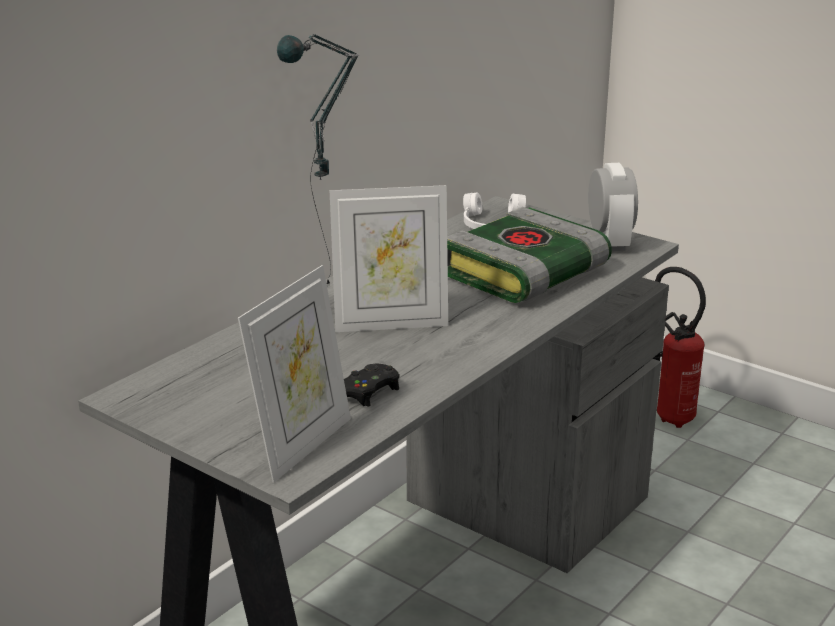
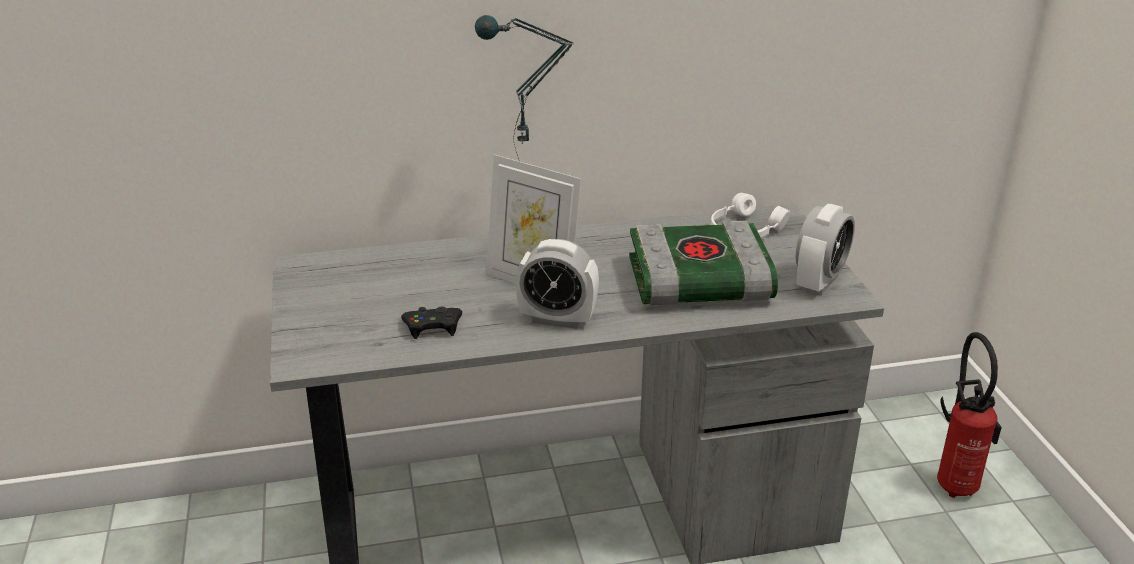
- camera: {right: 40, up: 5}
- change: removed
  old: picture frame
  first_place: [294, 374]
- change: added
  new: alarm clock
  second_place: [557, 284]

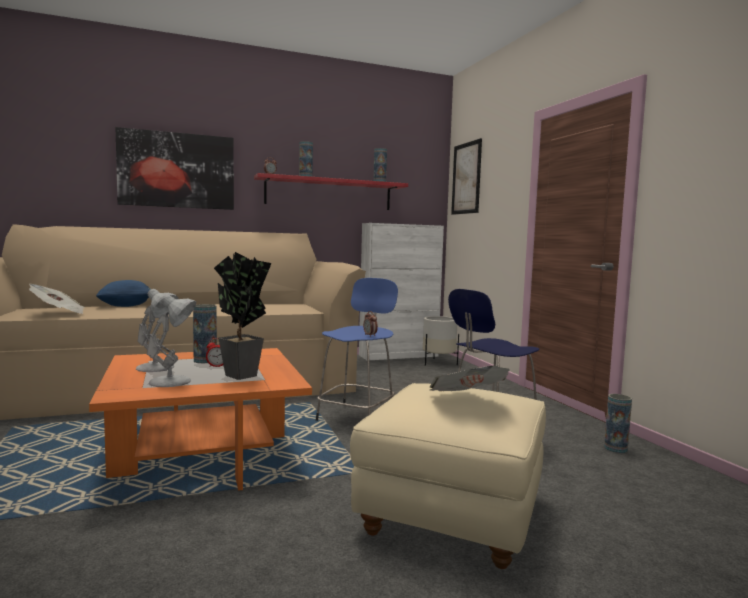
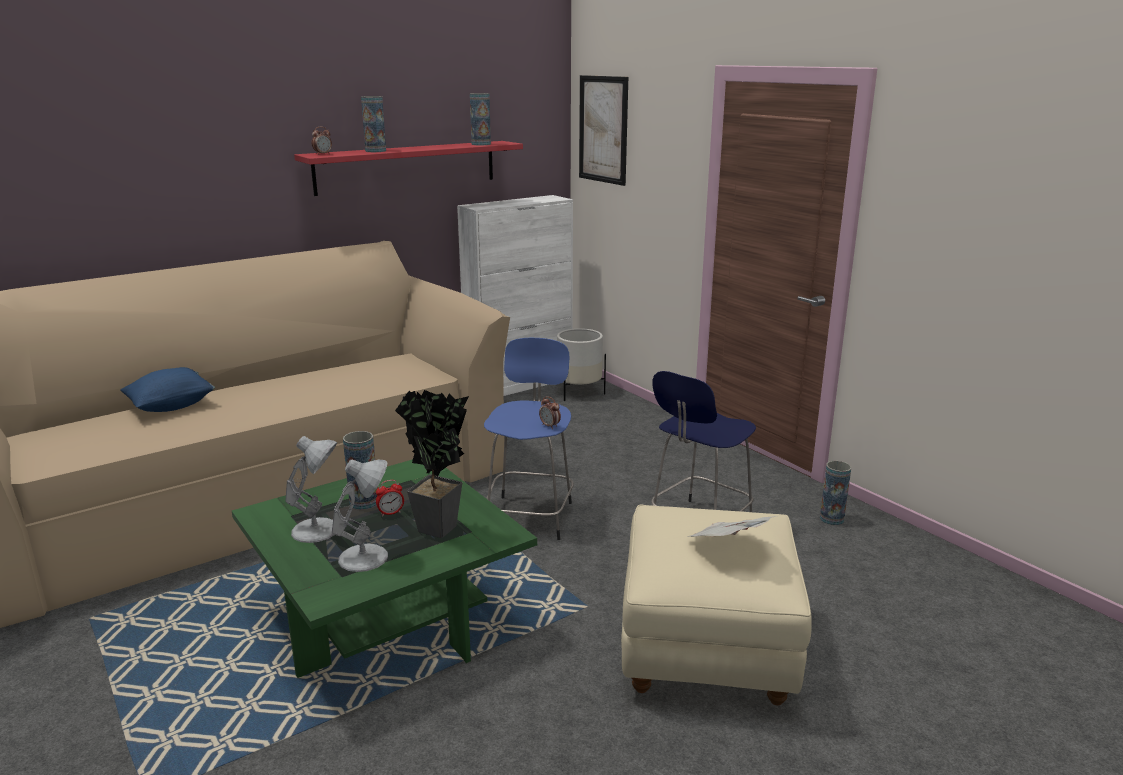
- camera: {right: -15, up: 15}
- change: removed
  old: newspaper
  first_place: [57, 299]
- change: recoloured
  old: orange coffee table
  new: green coffee table
  first_place: [200, 419]
  second_place: [384, 568]
- change: removed
  old: picture
  first_place: [175, 168]

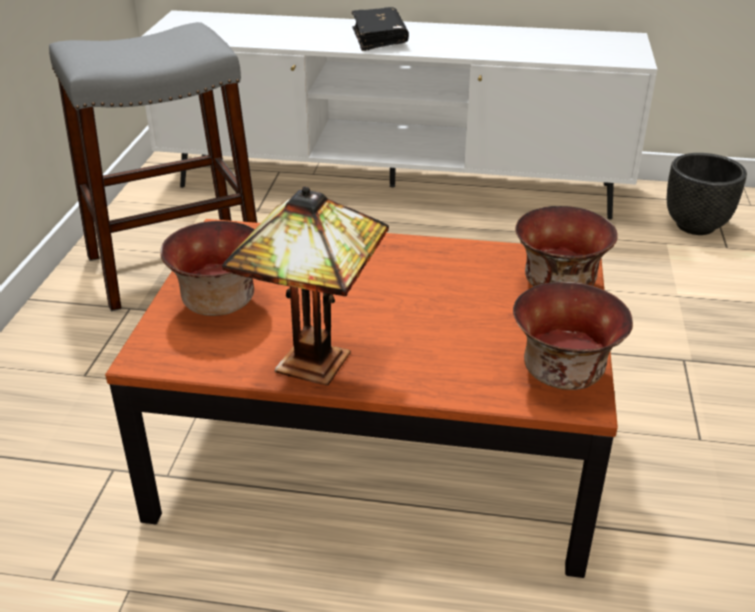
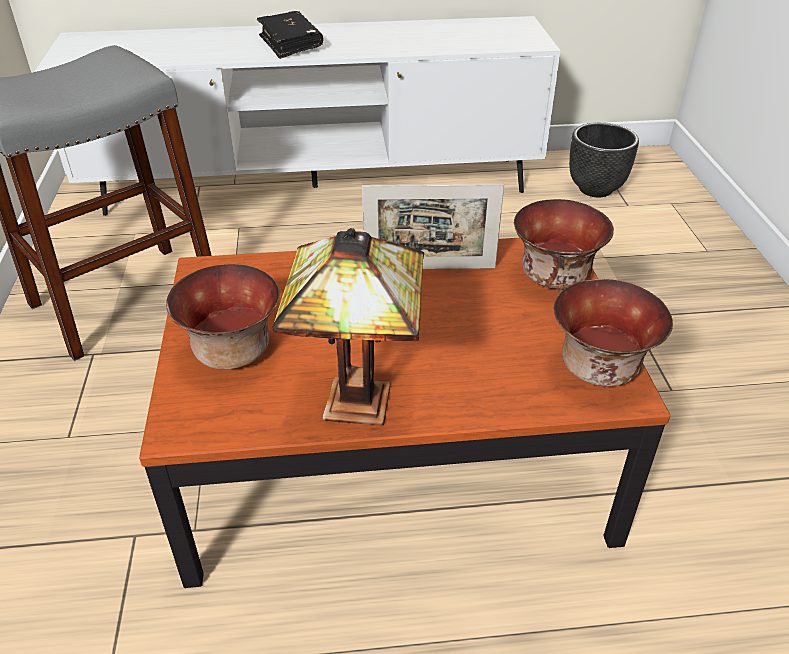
- camera: {right: -15, up: 5}
- change: added
  new: picture frame
  second_place: [433, 226]

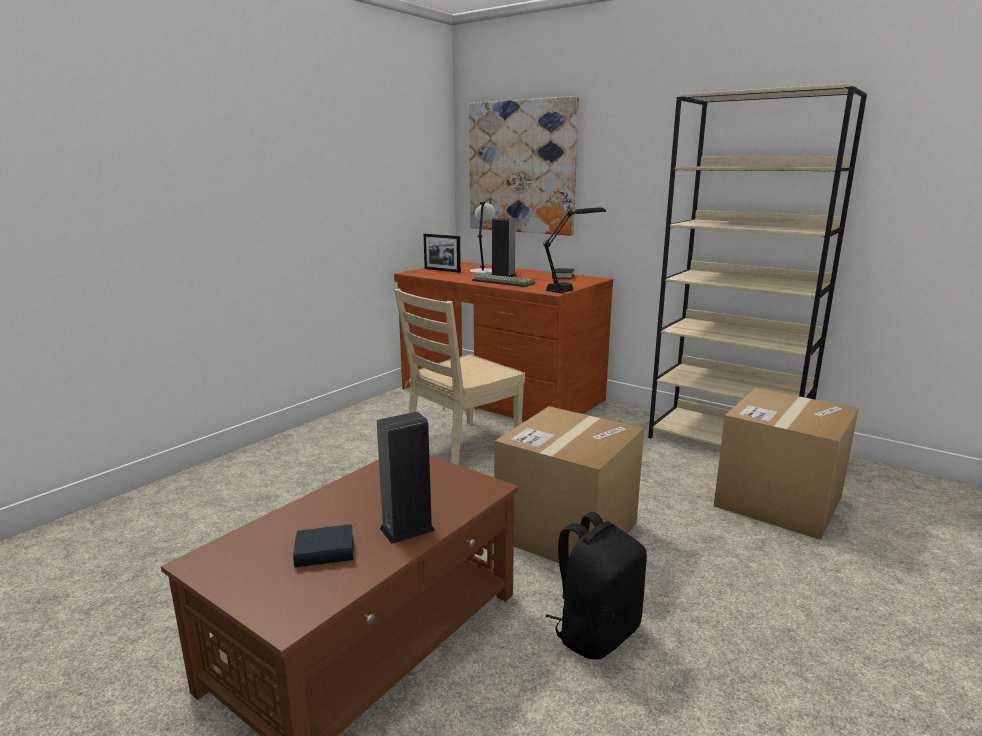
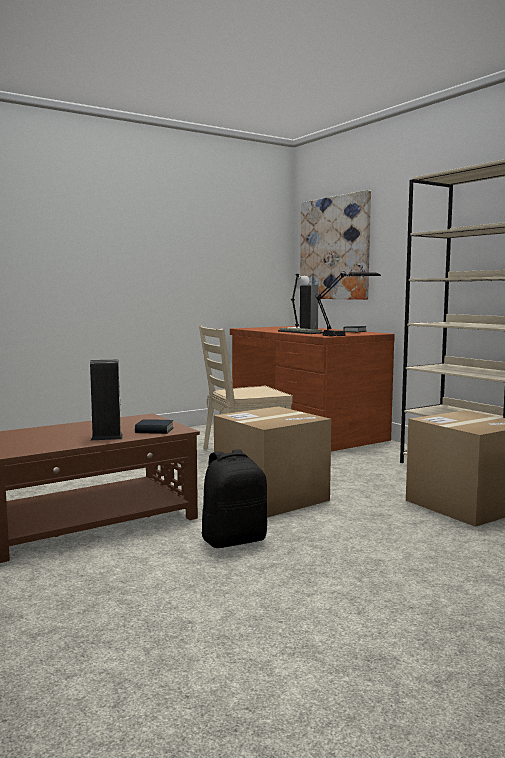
- camera: {right: 20, up: -10}
- change: moved
  old: book
  first_place: [323, 546]
  second_place: [154, 426]
- change: removed
  old: picture frame
  first_place: [442, 253]

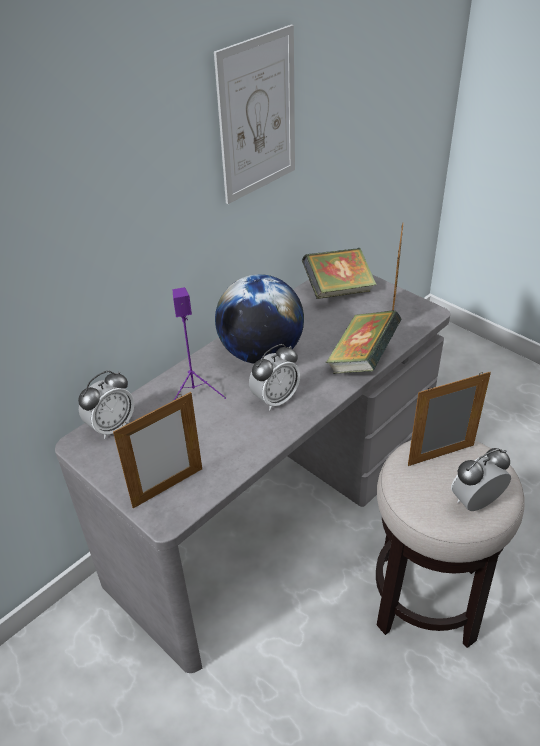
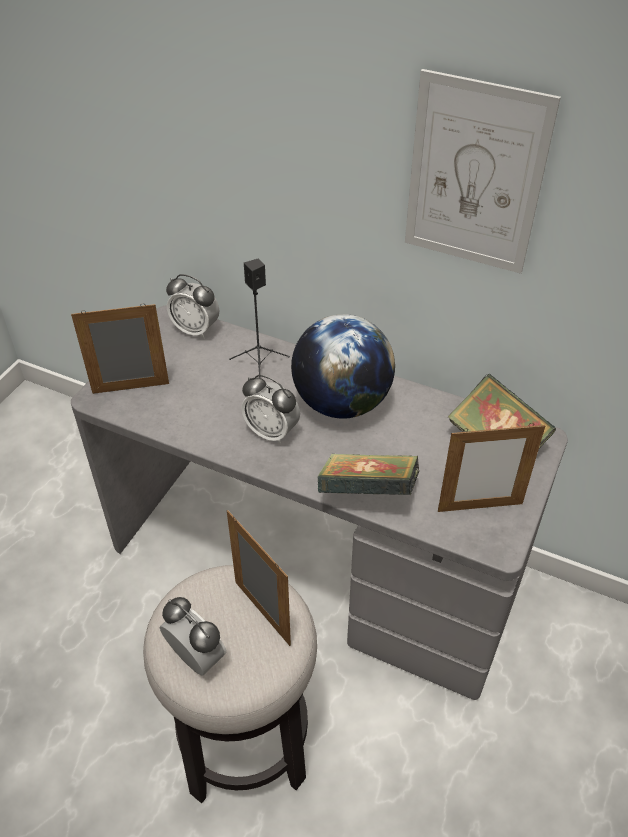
- camera: {right: 70, up: 5}
- change: turned
  old: picture frame
  first_place: [157, 450]
  second_place: [120, 348]
  degrees: 135
- change: recoloured
  old: purple speaker
  new: black speaker
  first_place: [199, 344]
  second_place: [259, 318]

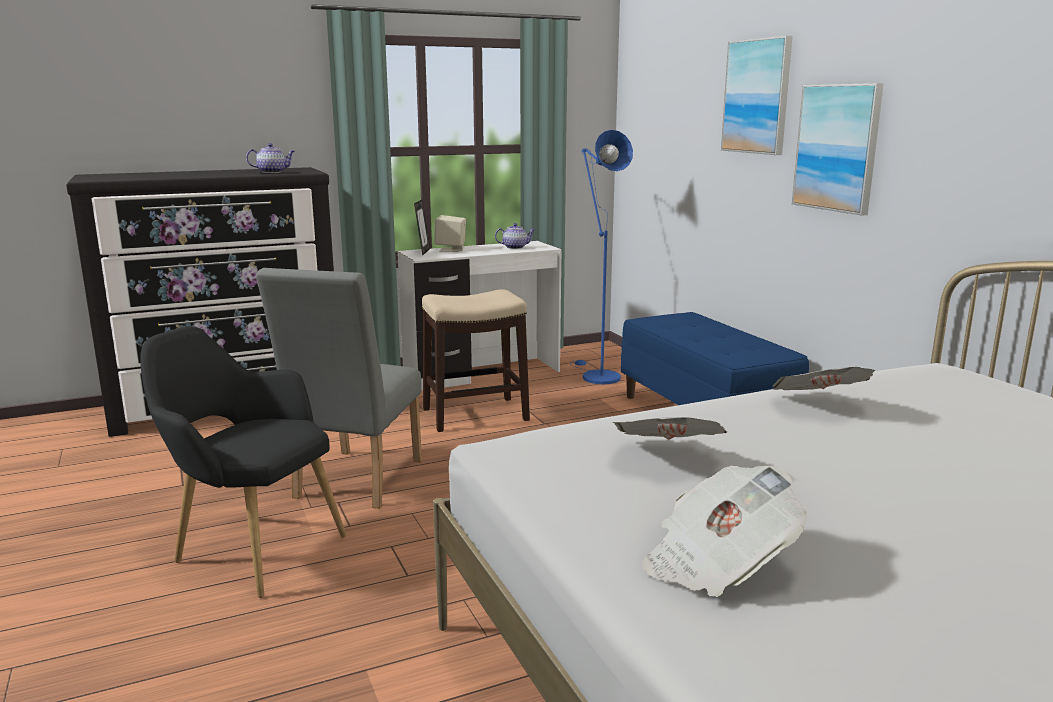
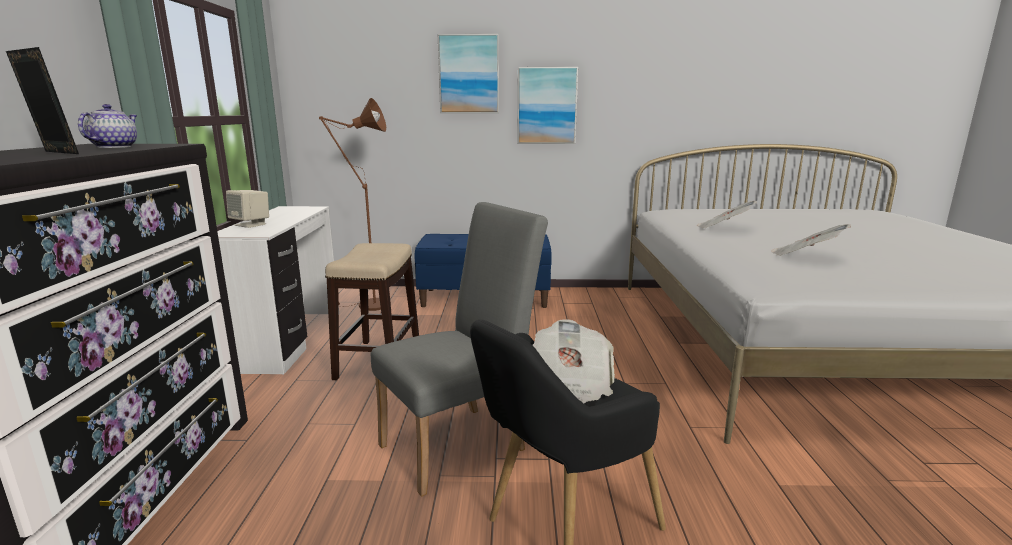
- camera: {right: -65, up: 0}
- change: turned
  old: grey chair
  first_place: [339, 388]
  second_place: [459, 349]
  degrees: -75
- change: moved
  old: picture frame
  first_place: [422, 228]
  second_place: [42, 100]
- change: removed
  old: teapot
  first_place: [515, 236]
- change: recoloured
  old: blue floor lamp
  new: brown floor lamp
  first_place: [602, 257]
  second_place: [355, 204]
- change: moved
  old: newspaper
  first_place: [724, 531]
  second_place: [574, 361]

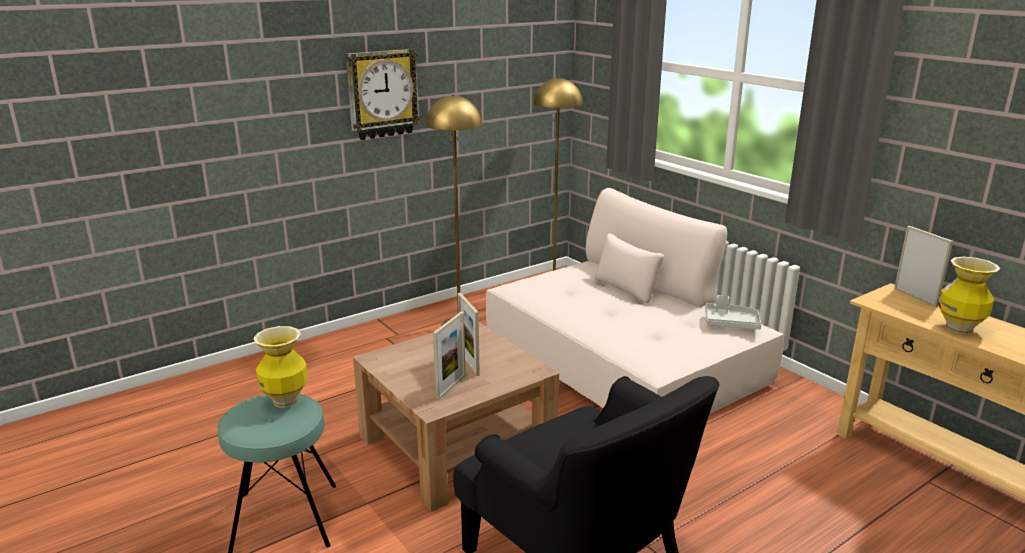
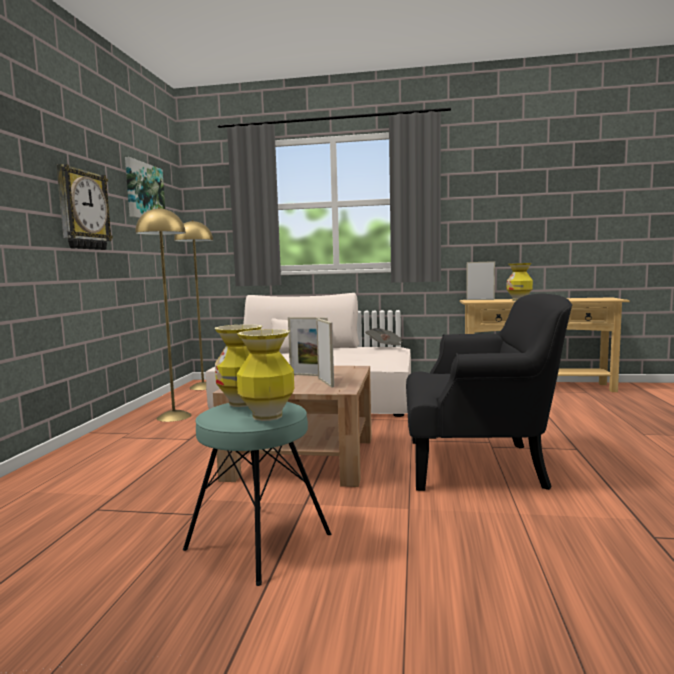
- camera: {right: -45, up: -15}
- change: replaced
  old: grey tray
  new: newspaper
  first_place: [733, 312]
  second_place: [383, 336]
- change: added
  new: picture
  second_place: [145, 187]
- change: added
  new: vase
  second_place: [265, 375]

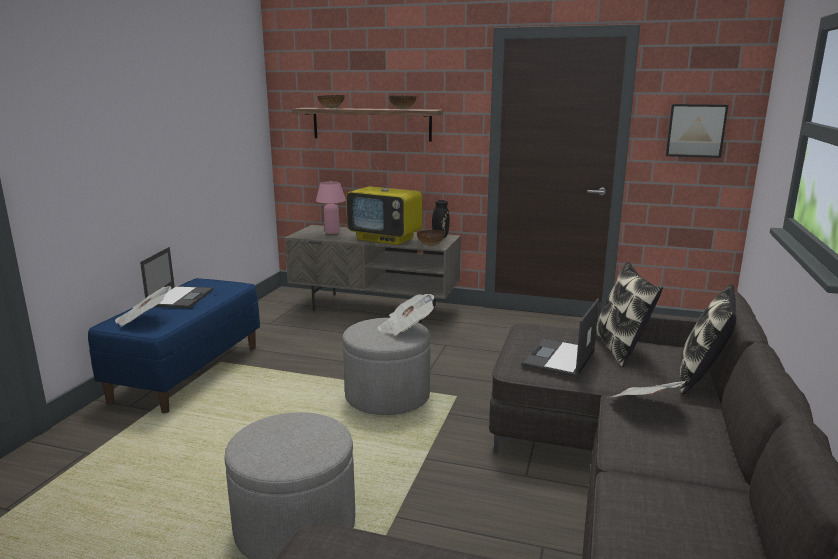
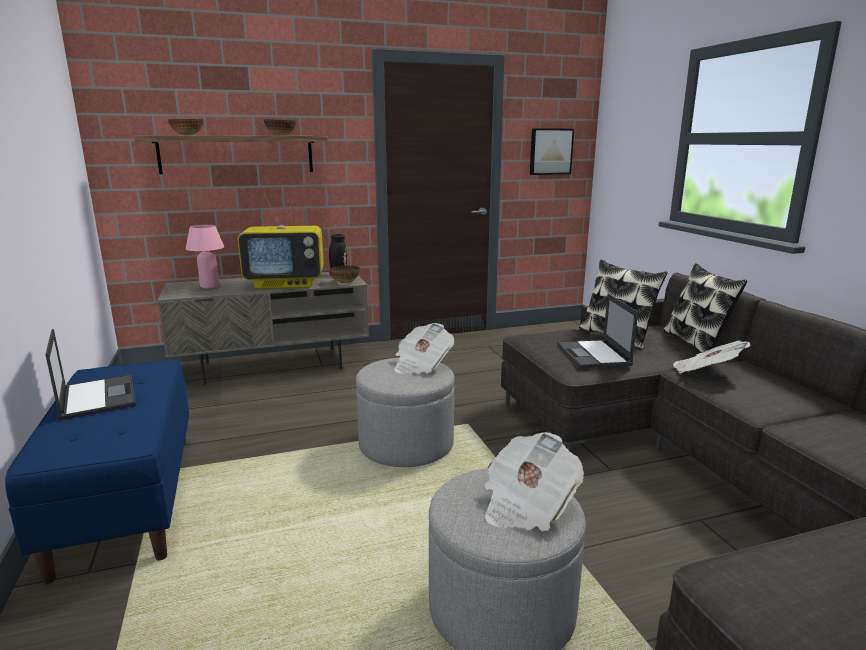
- camera: {right: -35, up: 0}
- change: moved
  old: newspaper
  first_place: [143, 306]
  second_place: [534, 481]

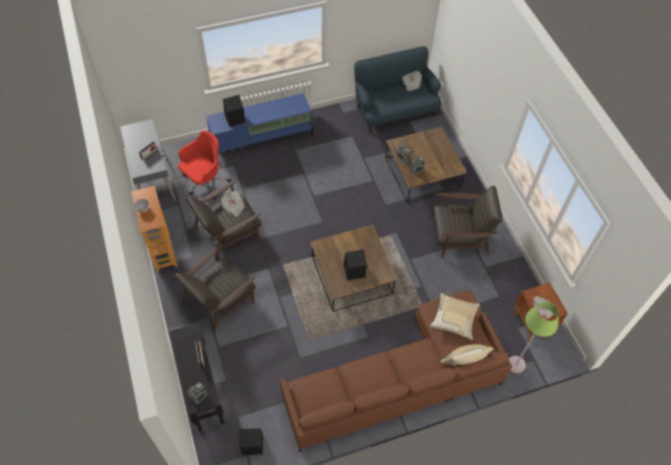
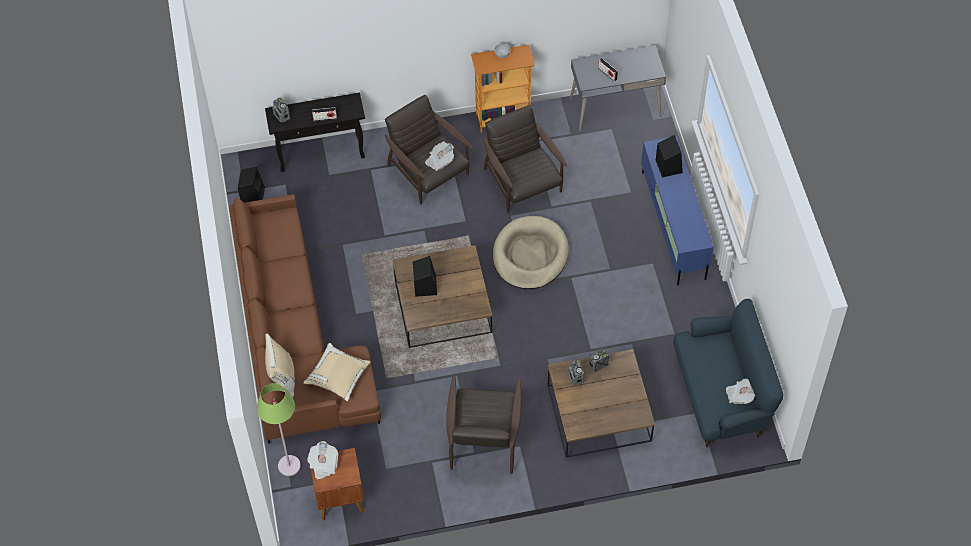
- camera: {right: 100, up: 0}
- change: removed
  old: red office chair
  first_place: [204, 165]
- change: moved
  old: newspaper
  first_place: [233, 203]
  second_place: [439, 156]
- change: added
  new: beige dog bed
  second_place: [531, 252]

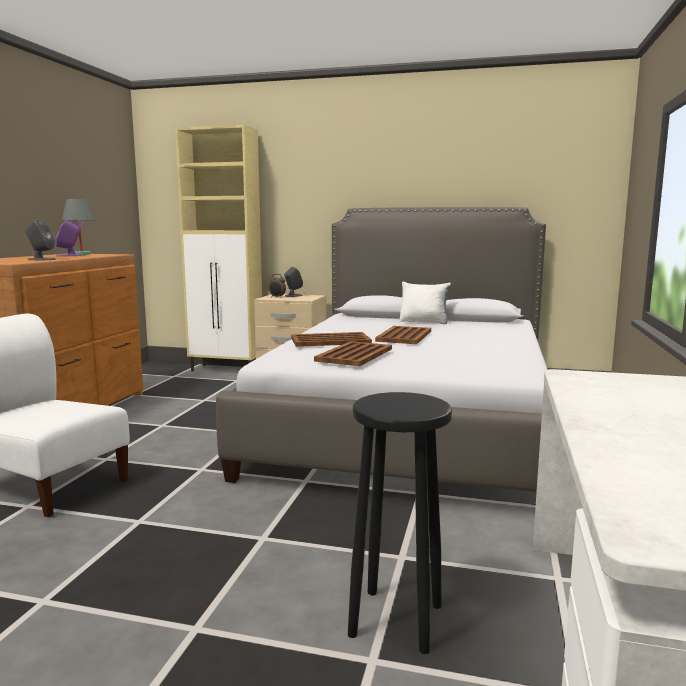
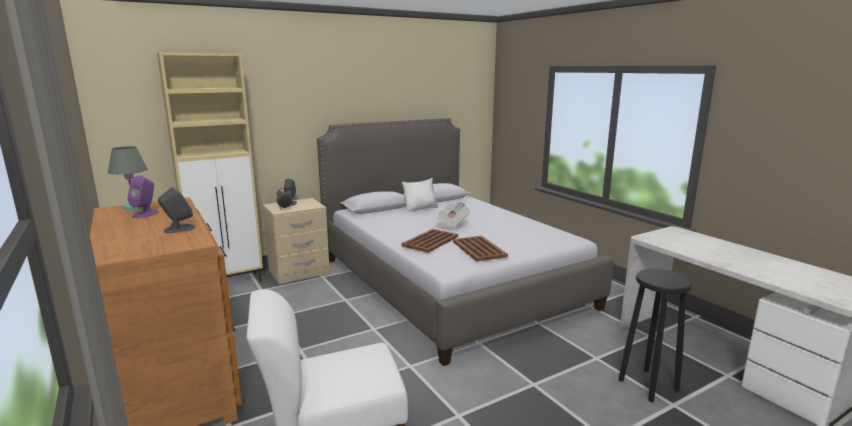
- camera: {right: -45, up: 5}
- change: replaced
  old: brown tray
  new: newspaper
  first_place: [403, 335]
  second_place: [452, 215]

